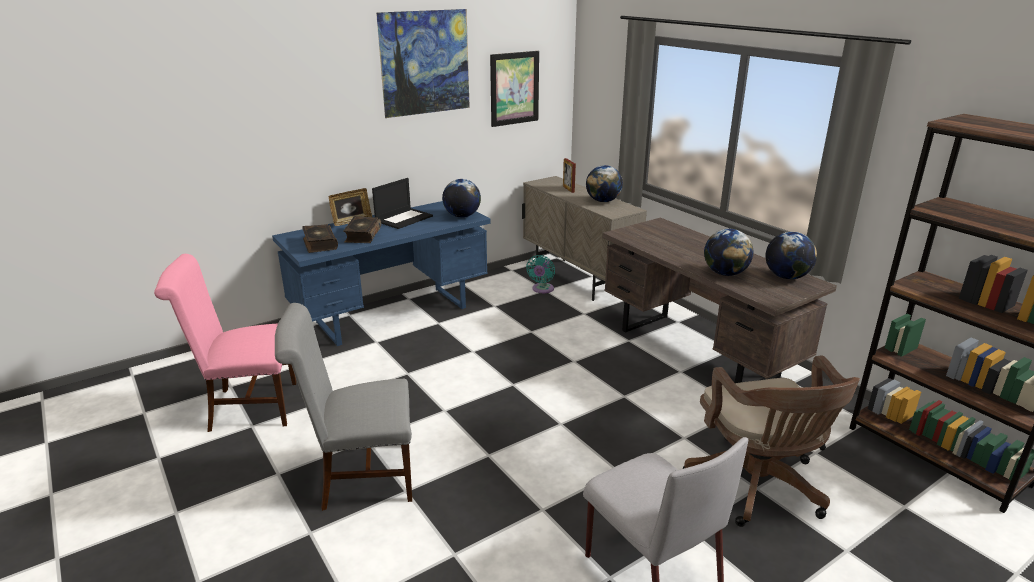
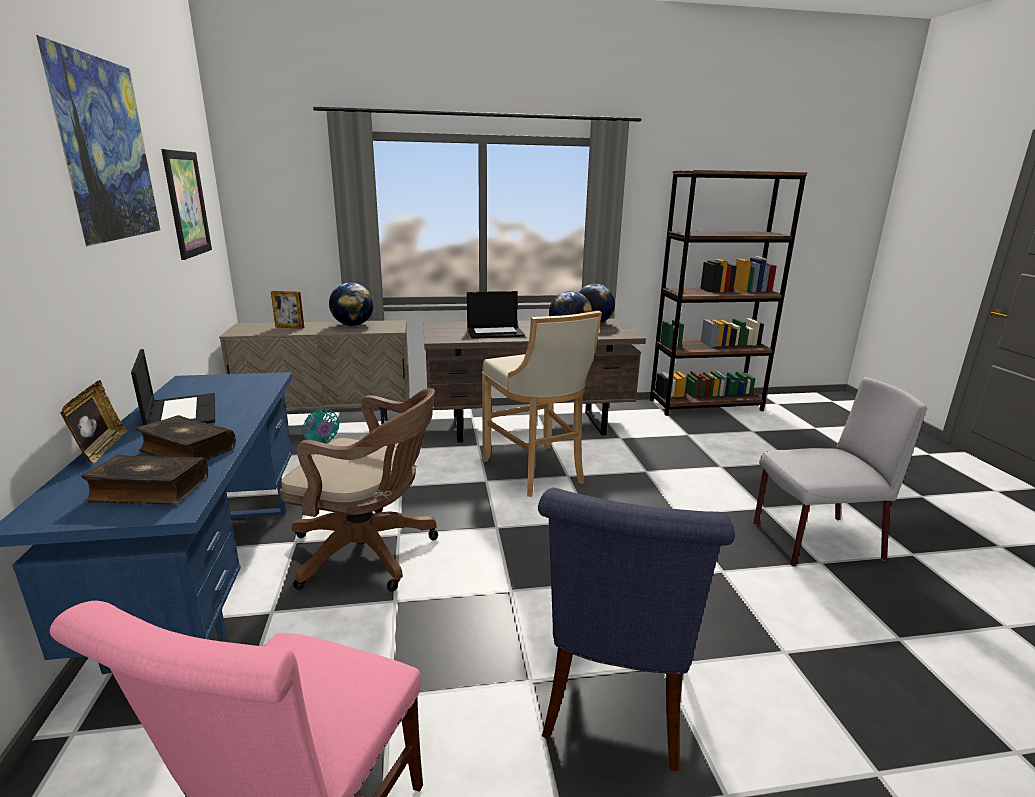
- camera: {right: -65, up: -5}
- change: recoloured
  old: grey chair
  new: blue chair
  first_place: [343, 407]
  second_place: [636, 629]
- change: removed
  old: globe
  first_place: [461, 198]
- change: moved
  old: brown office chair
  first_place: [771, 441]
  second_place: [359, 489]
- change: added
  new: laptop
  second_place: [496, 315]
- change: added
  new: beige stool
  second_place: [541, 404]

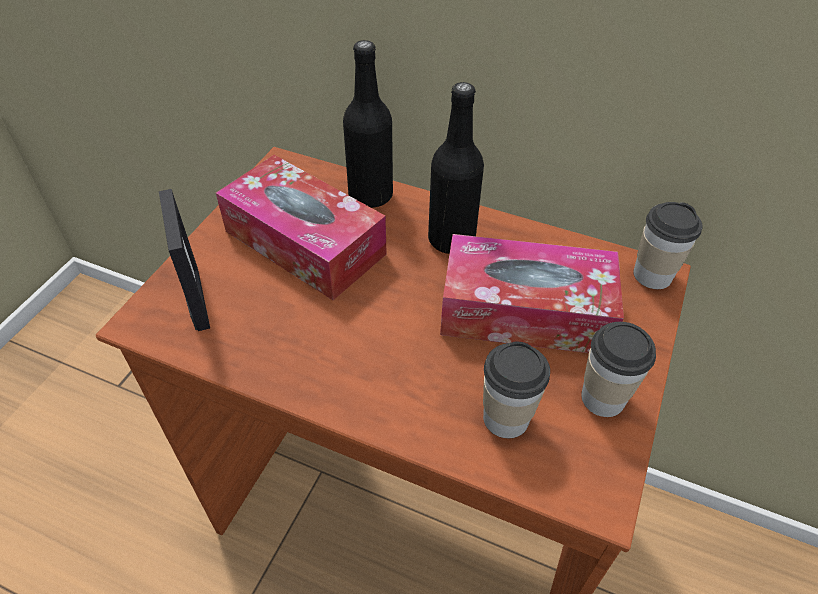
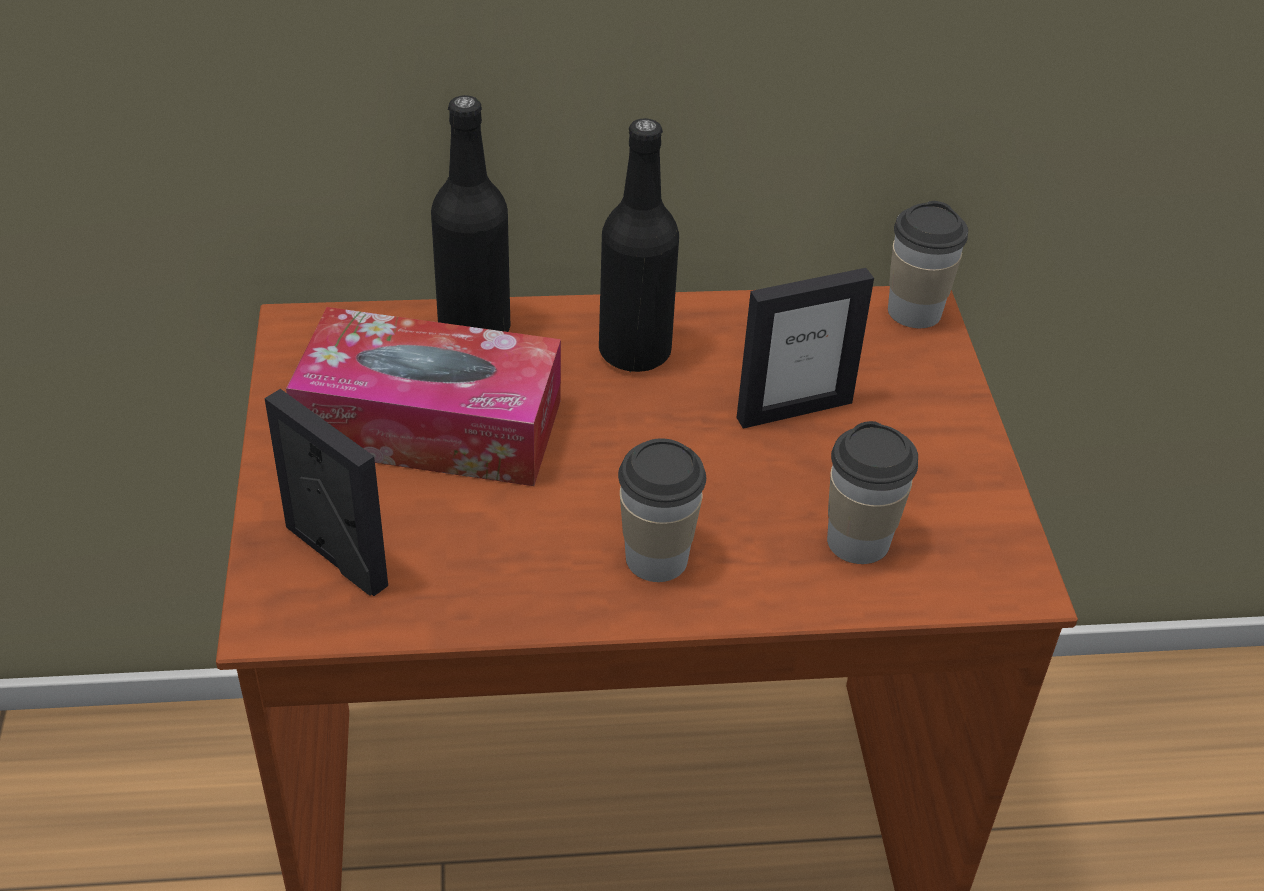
- camera: {right: -30, up: -5}
- change: replaced
  old: tissue box
  new: picture frame
  first_place: [532, 293]
  second_place: [805, 348]
- change: moved
  old: cup
  first_place: [618, 369]
  second_place: [662, 510]

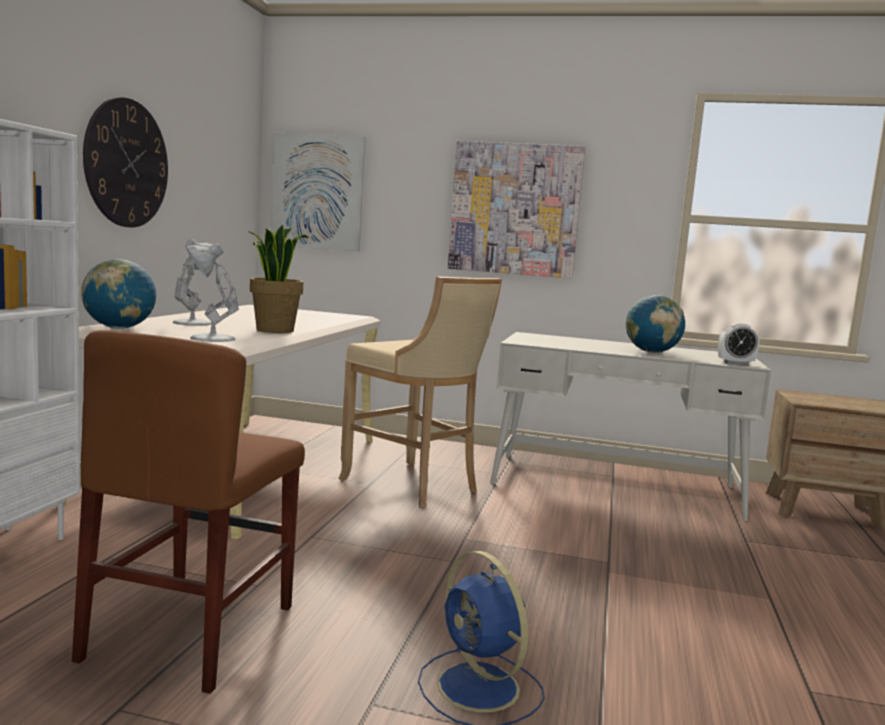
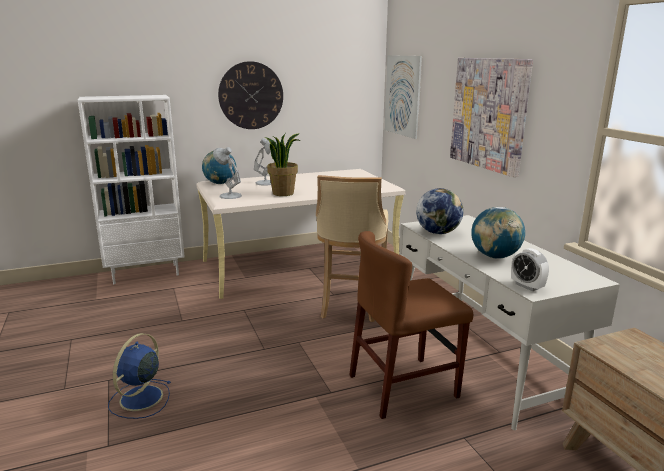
- camera: {right: 55, up: 10}
- change: moved
  old: brown chair
  first_place: [188, 512]
  second_place: [411, 325]
- change: added
  new: globe
  second_place: [440, 211]

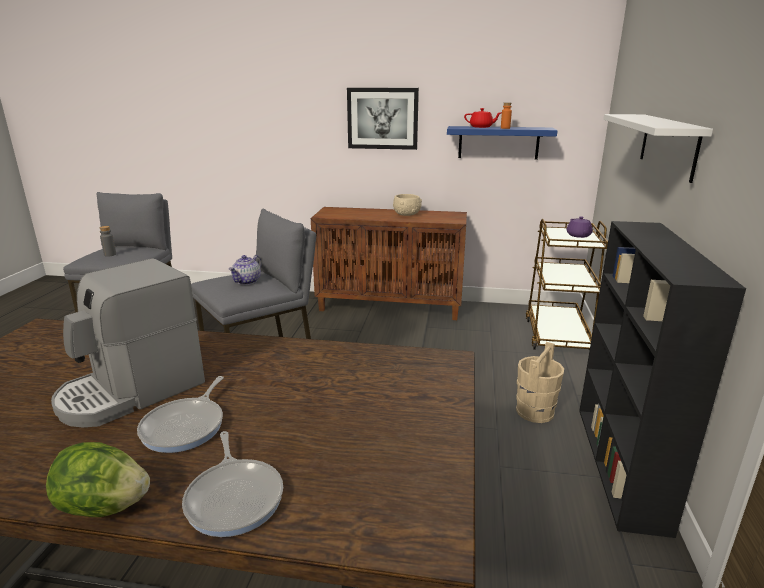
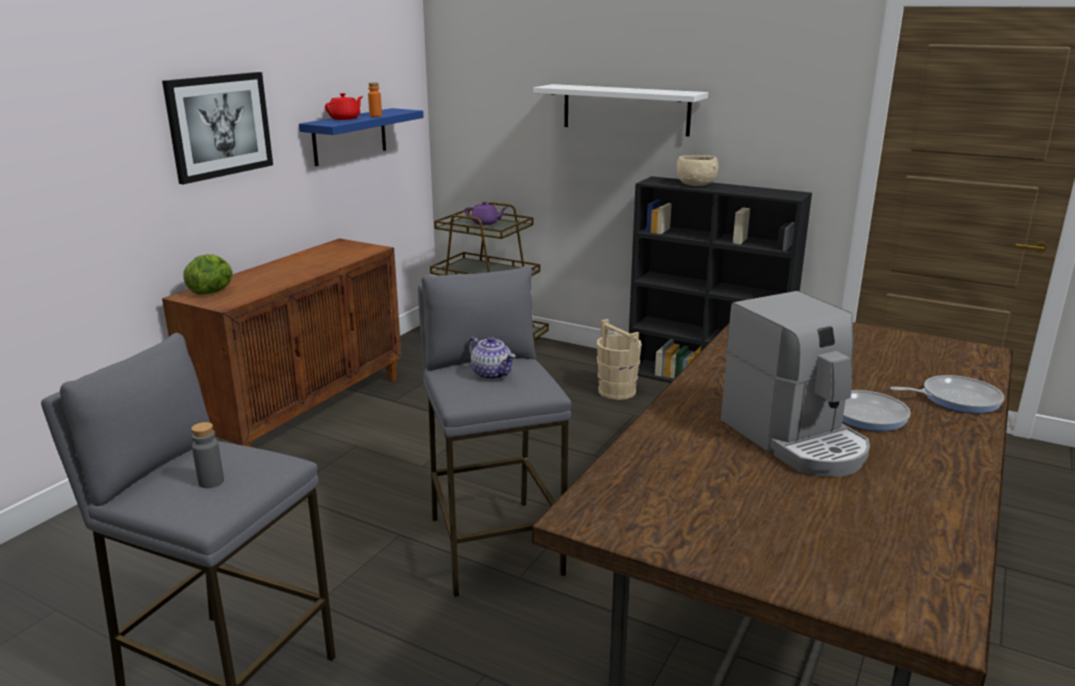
- camera: {right: -70, up: 0}
- change: moved
  old: lettuce
  first_place: [98, 479]
  second_place: [208, 274]
- change: moved
  old: beige bowl
  first_place: [407, 205]
  second_place: [697, 170]

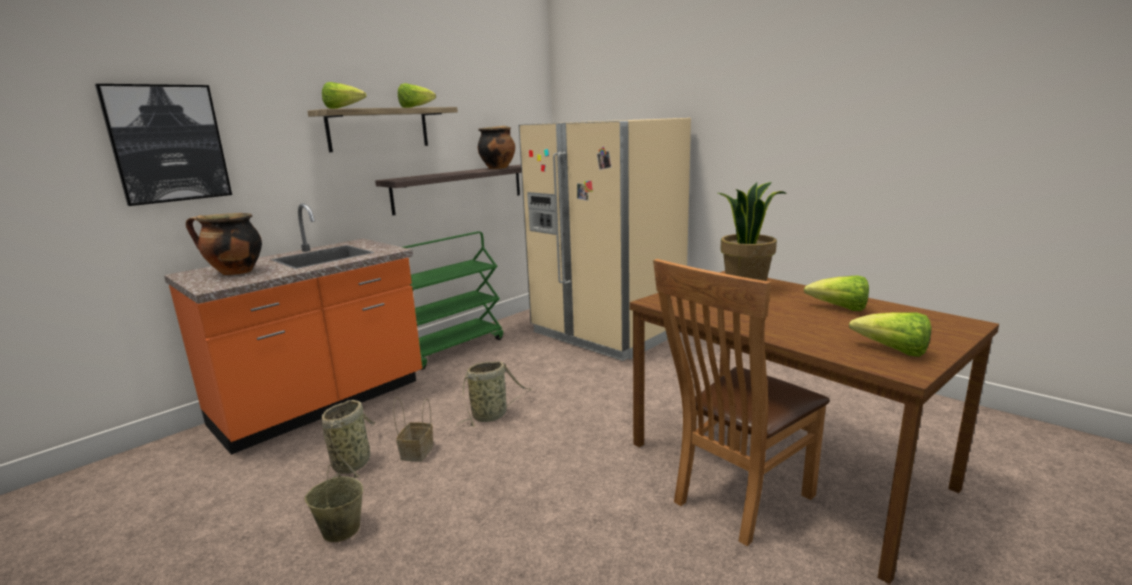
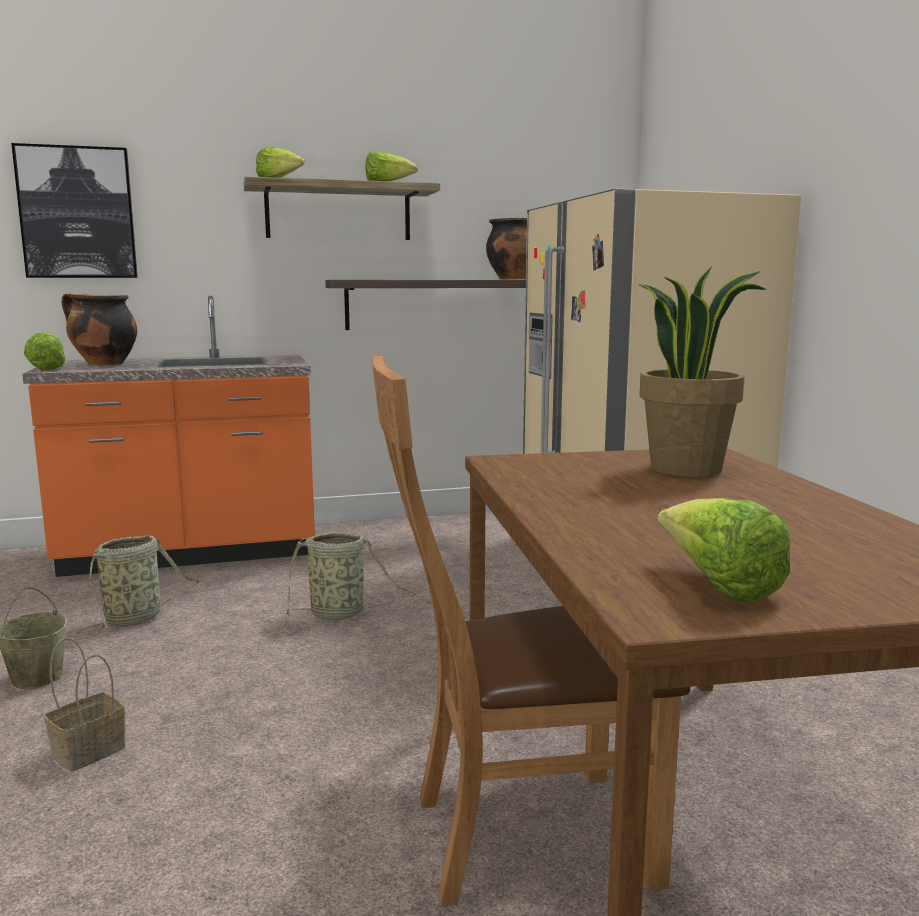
- camera: {right: 30, up: -5}
- change: moved
  old: basket
  first_place: [413, 429]
  second_place: [85, 705]
- change: removed
  old: green cart
  first_place: [453, 300]
- change: moved
  old: lettuce
  first_place: [836, 293]
  second_place: [45, 351]

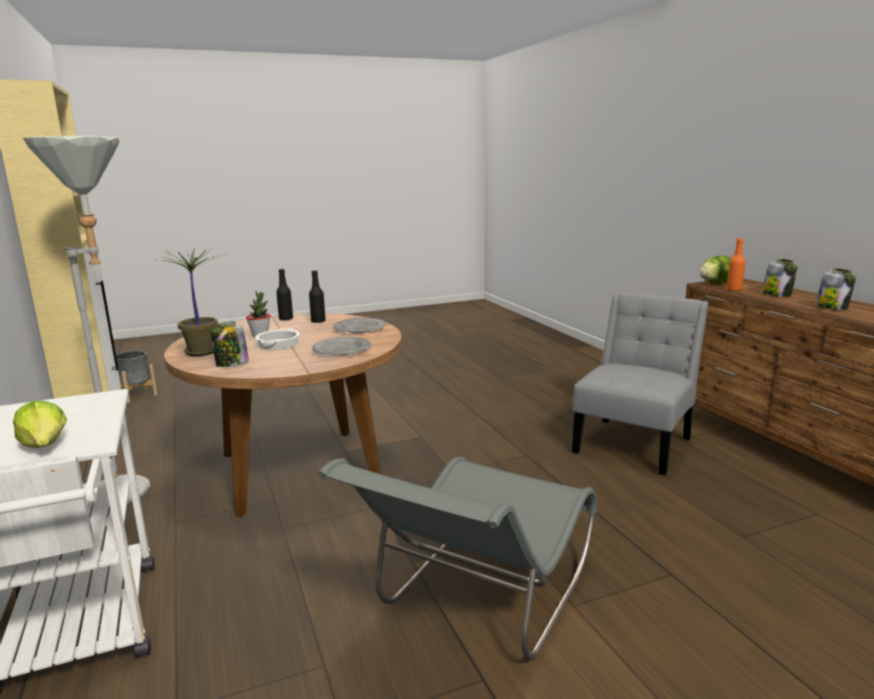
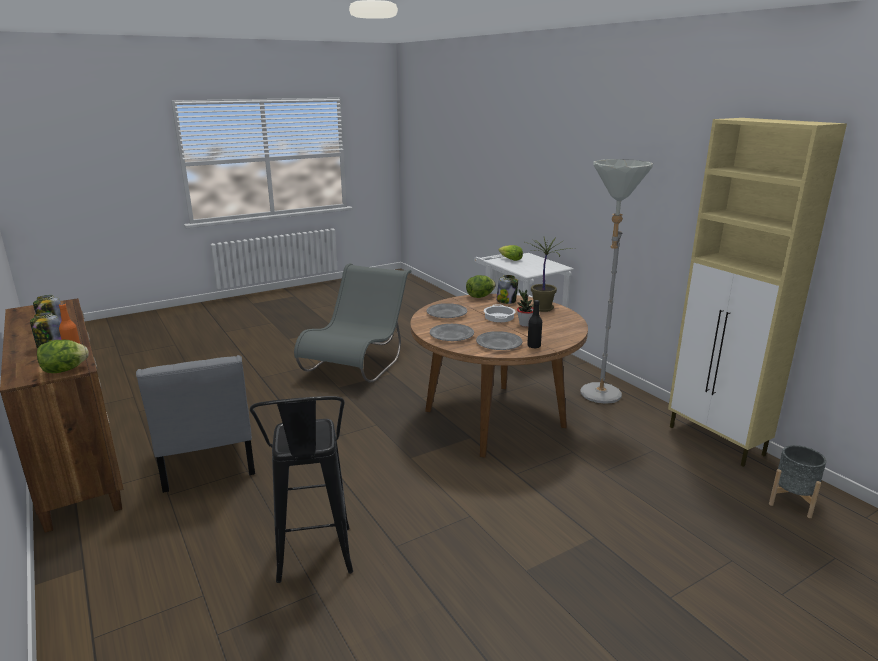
- camera: {right: 170, up: 5}
- change: replaced
  old: black bottle
  new: grey plate
  first_place: [317, 296]
  second_place: [499, 340]
- change: turned
  old: grey chair
  first_place: [640, 383]
  second_place: [195, 424]
  degrees: -45
- change: added
  new: black stool
  second_place: [301, 489]
- change: added
  new: lettuce
  second_place: [481, 286]

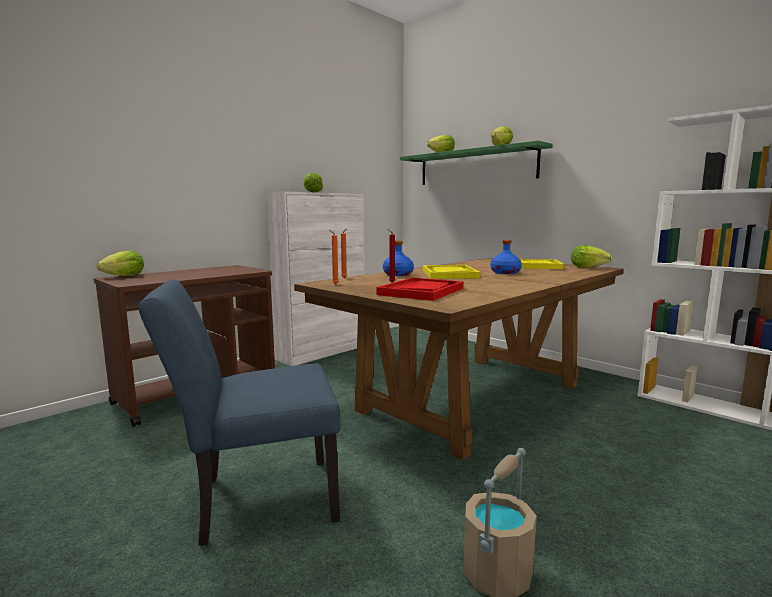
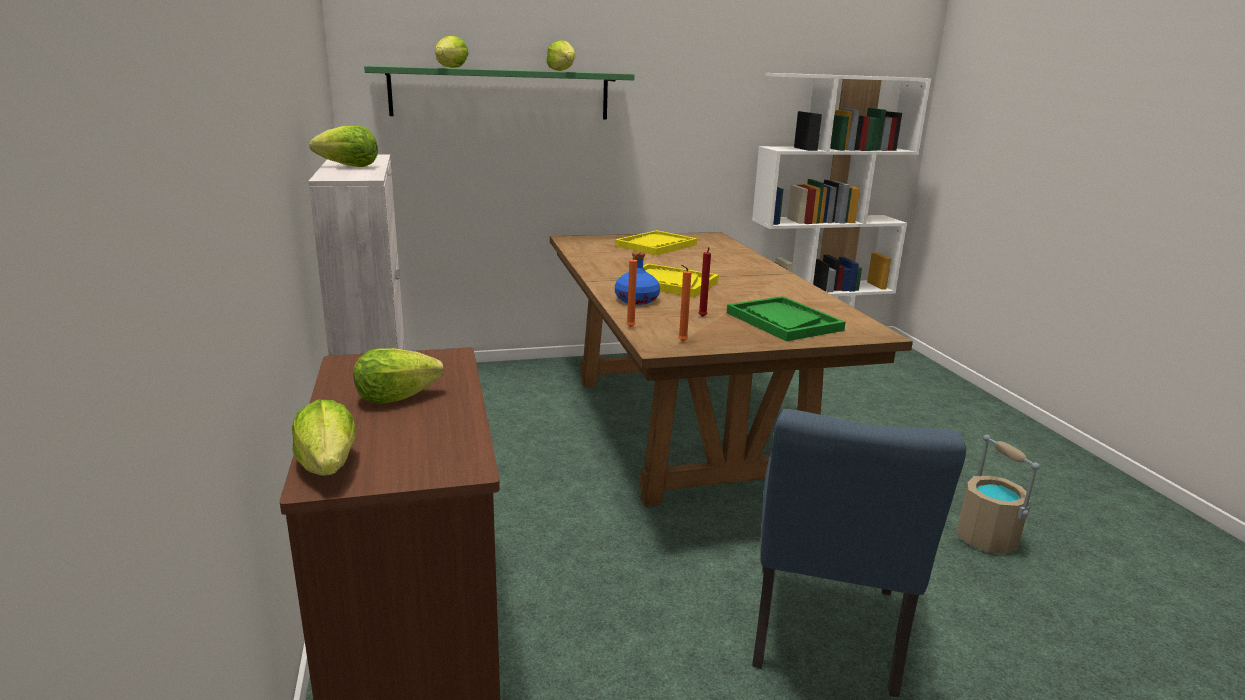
- camera: {right: -60, up: 10}
- change: recoloured
  old: red tray
  new: green tray
  first_place: [419, 289]
  second_place: [786, 318]
- change: removed
  old: blue bottle
  first_place: [506, 257]
- change: moved
  old: lettuce
  first_place: [591, 256]
  second_place: [398, 376]

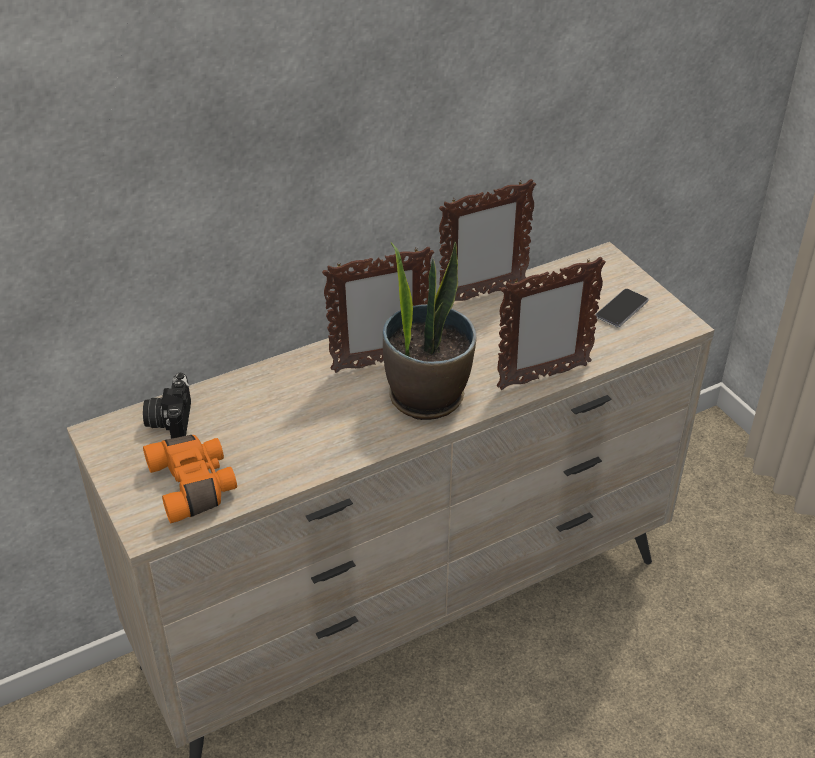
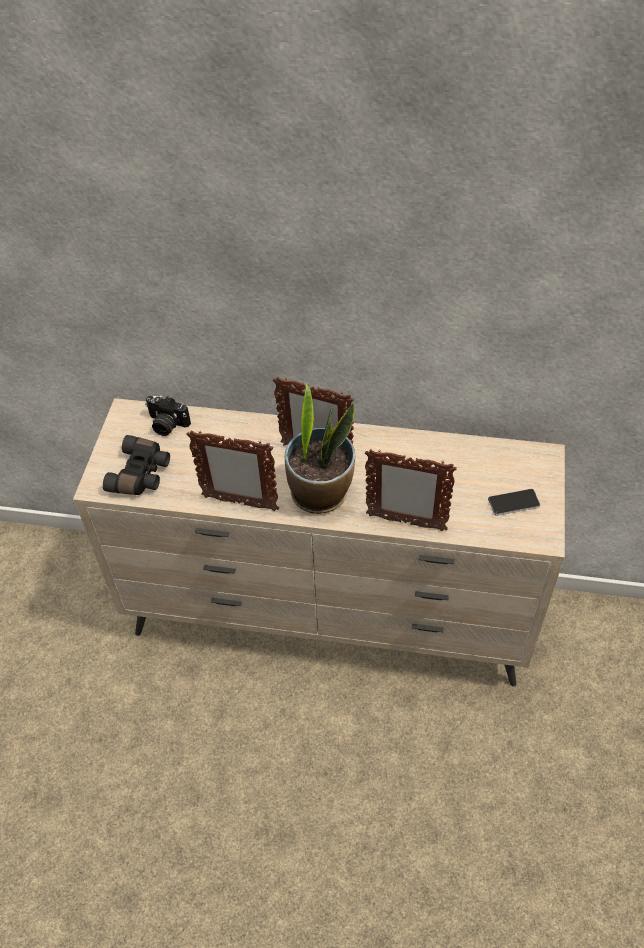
- camera: {right: 40, up: 10}
- change: turned
  old: photo camera
  first_place: [167, 406]
  second_place: [168, 415]
  degrees: -105
- change: recoloured
  old: orange binoculars
  new: black binoculars
  first_place: [190, 479]
  second_place: [136, 465]
- change: moved
  old: picture frame
  first_place: [487, 240]
  second_place: [232, 470]

